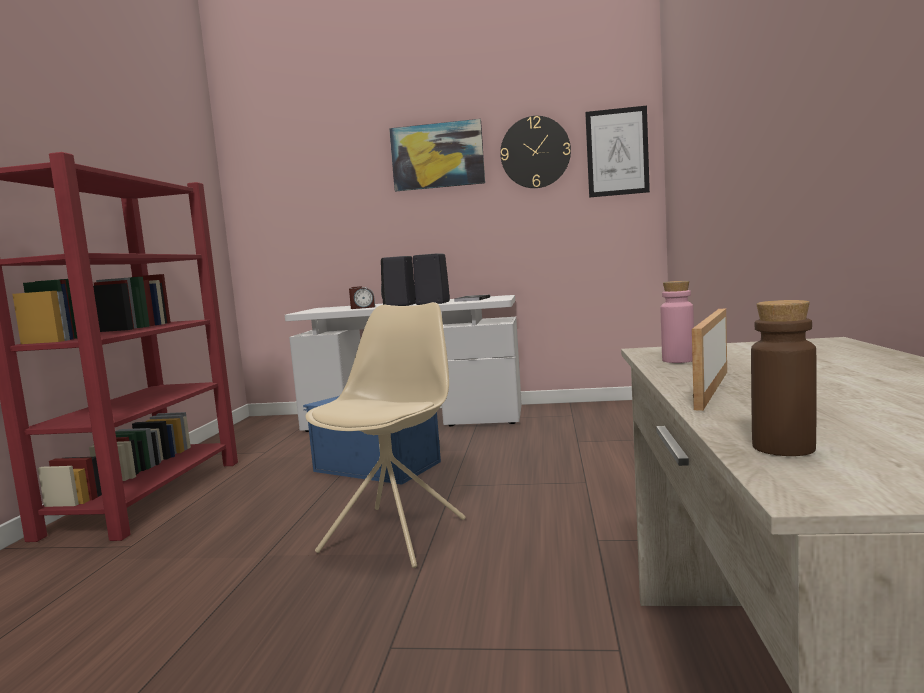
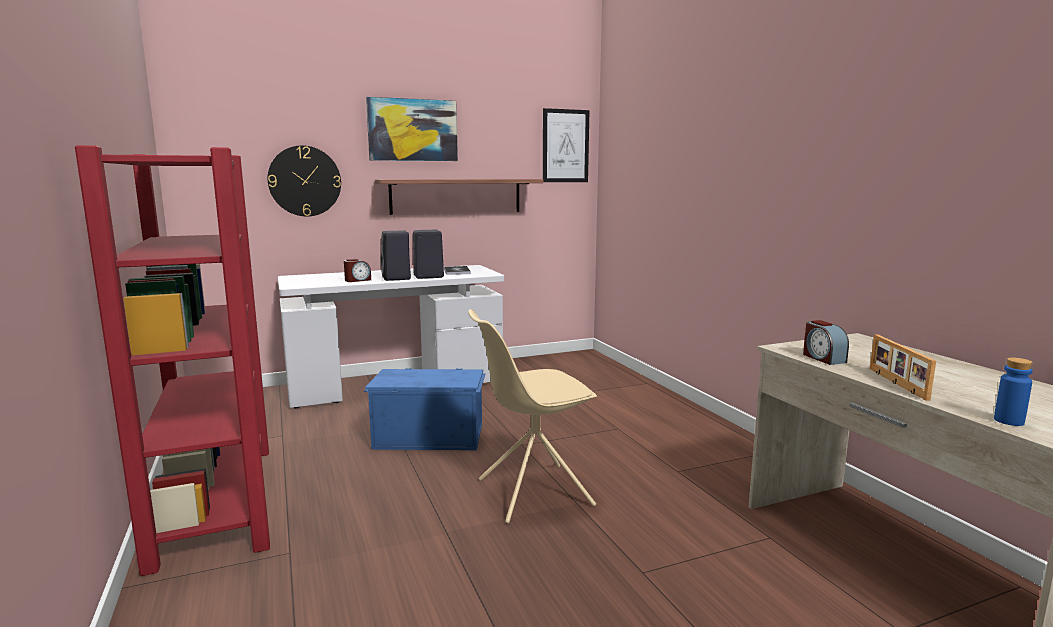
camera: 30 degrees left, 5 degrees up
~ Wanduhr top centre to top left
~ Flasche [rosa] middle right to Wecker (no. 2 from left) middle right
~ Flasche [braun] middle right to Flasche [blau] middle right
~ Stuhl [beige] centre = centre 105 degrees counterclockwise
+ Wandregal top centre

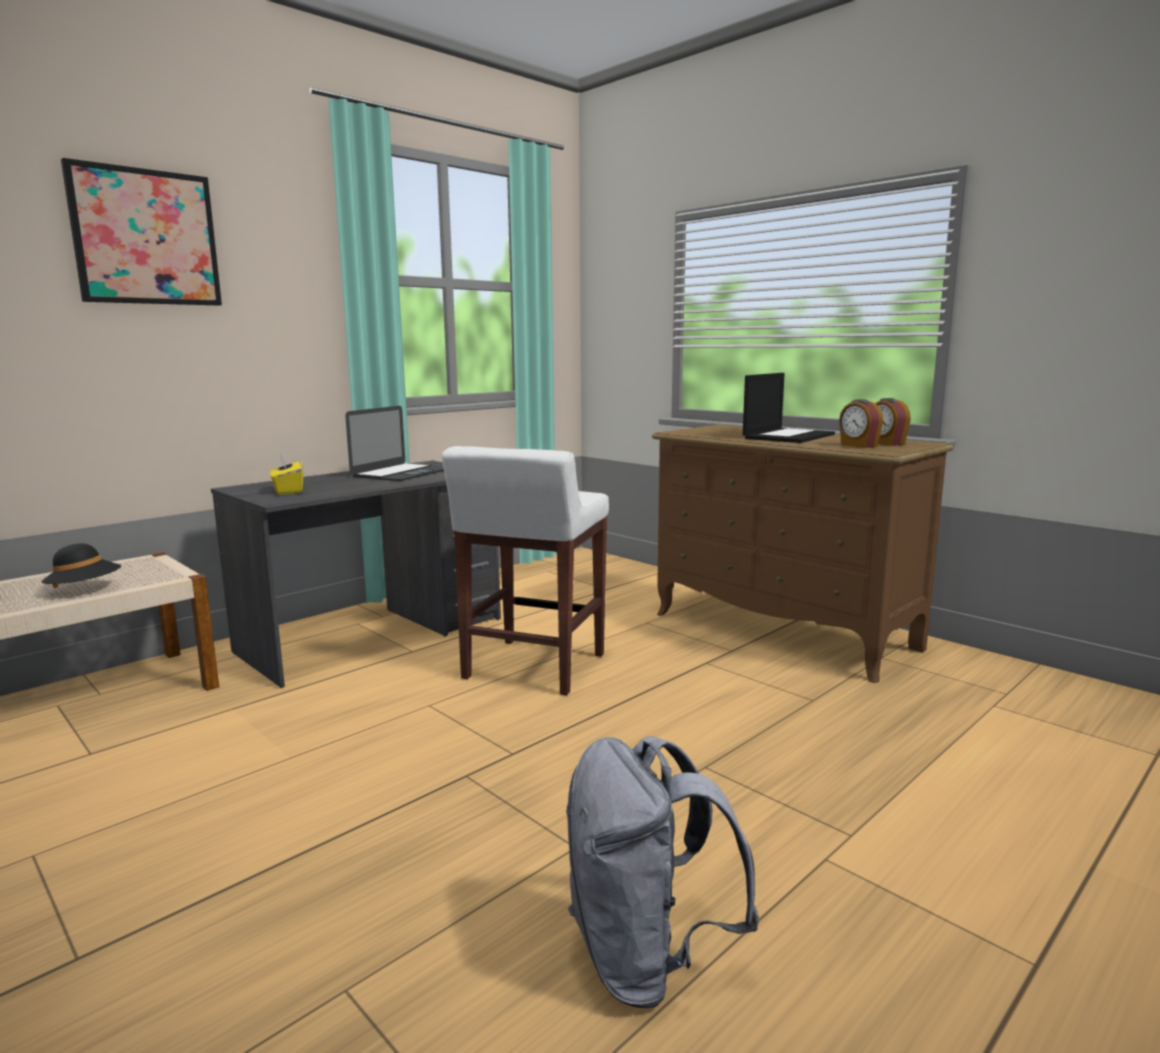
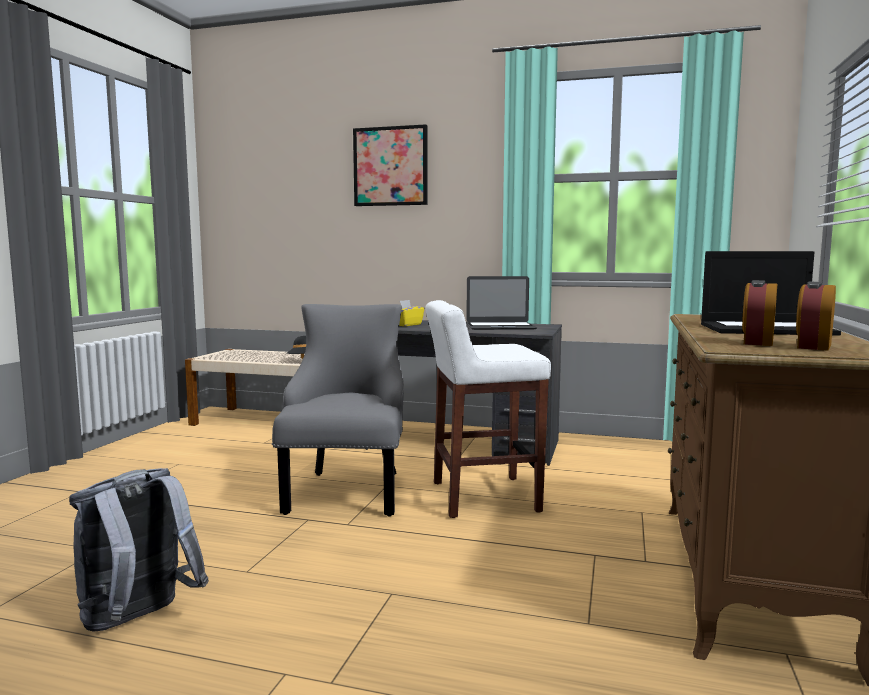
camera: 60 degrees right, 5 degrees down
+ Stuhl [grau] centre

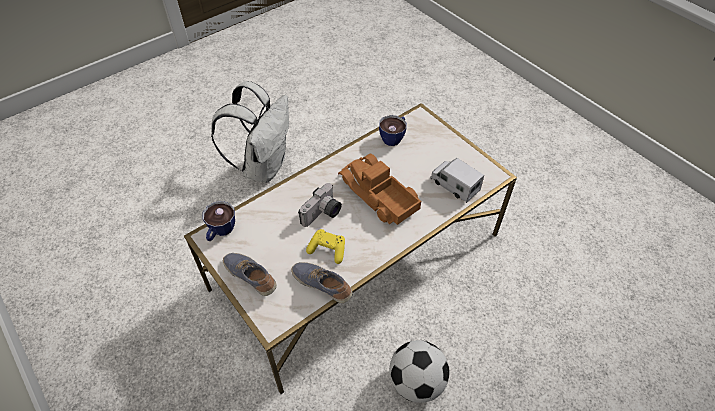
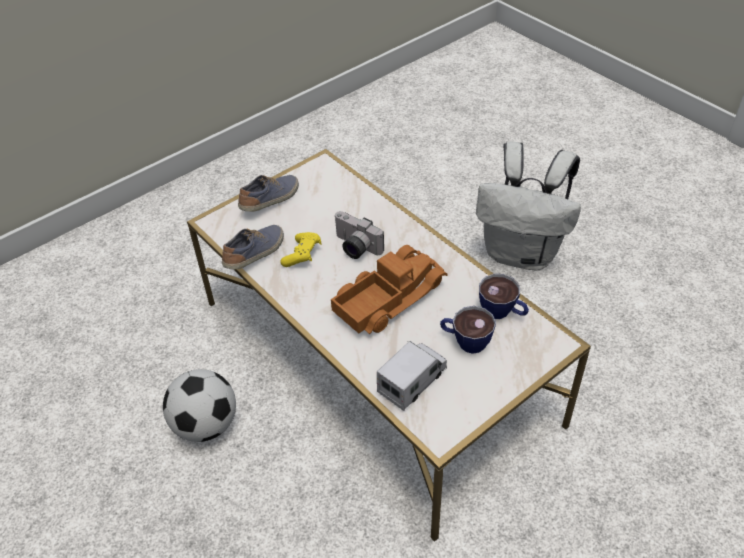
camera: 90 degrees right, 5 degrees down
~ Tasse (no. 1 from left) middle left to centre

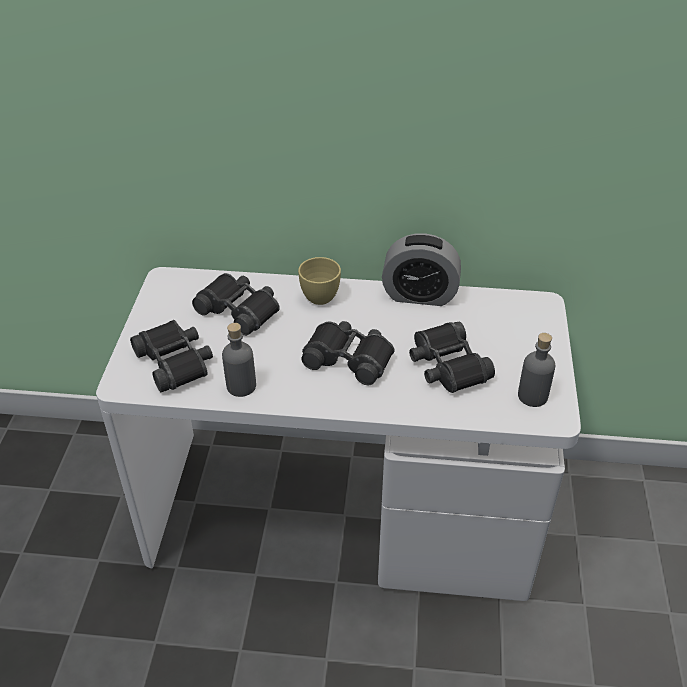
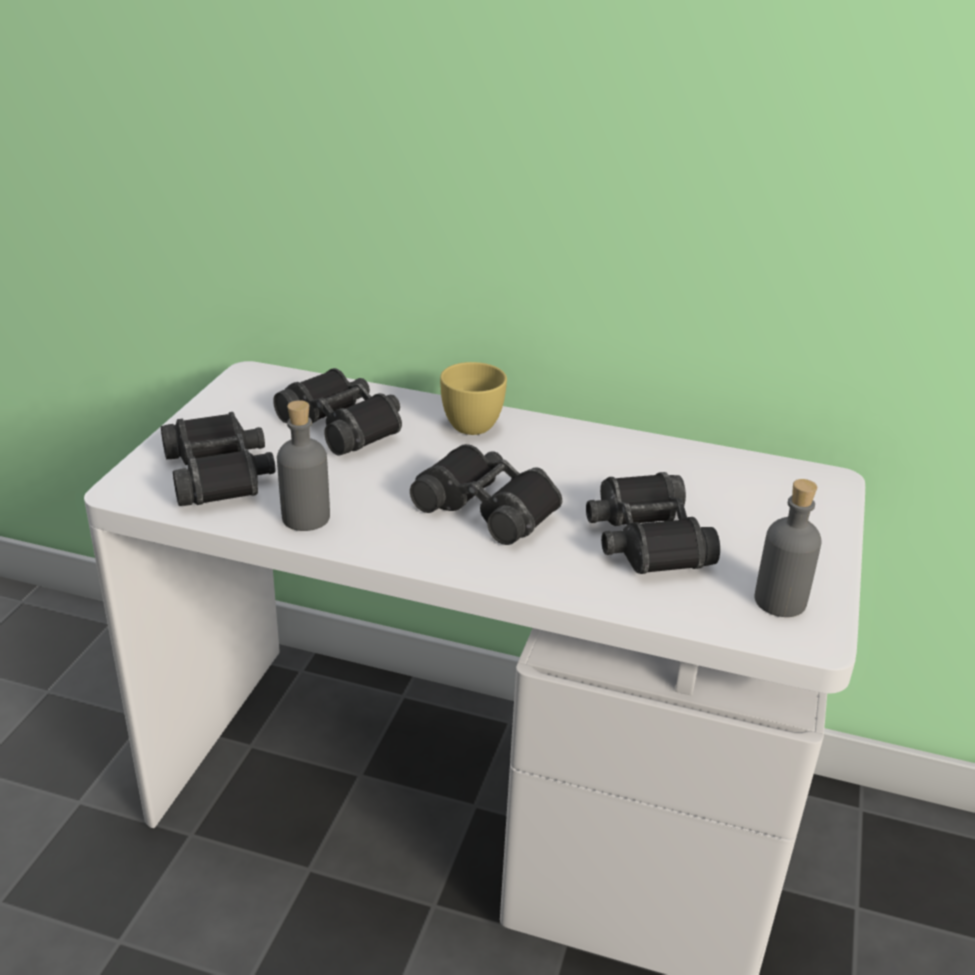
camera: 10 degrees right, 10 degrees down
- Wecker centre

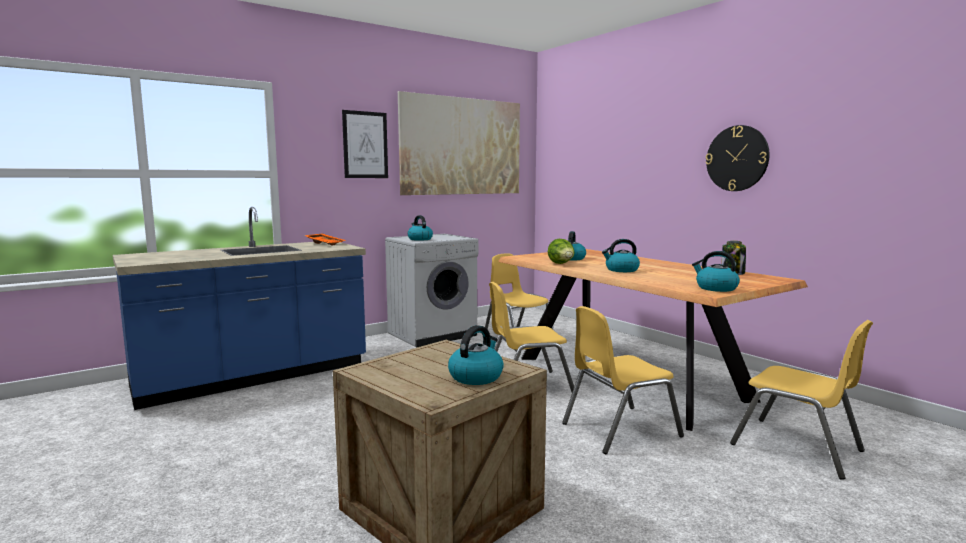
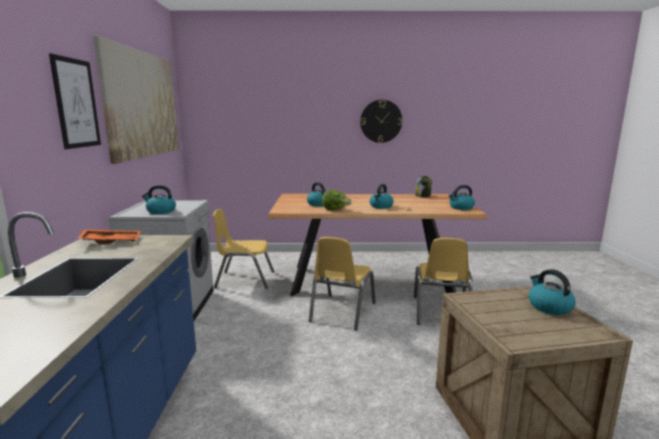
camera: 55 degrees left, 5 degrees up
- Stuhl [gelb] (no. 4 from left) bottom right

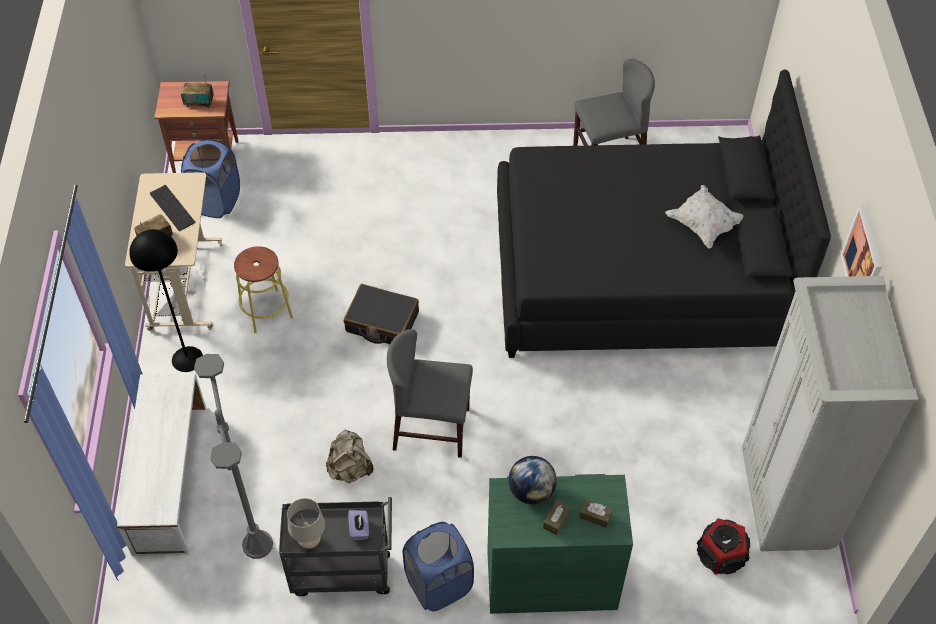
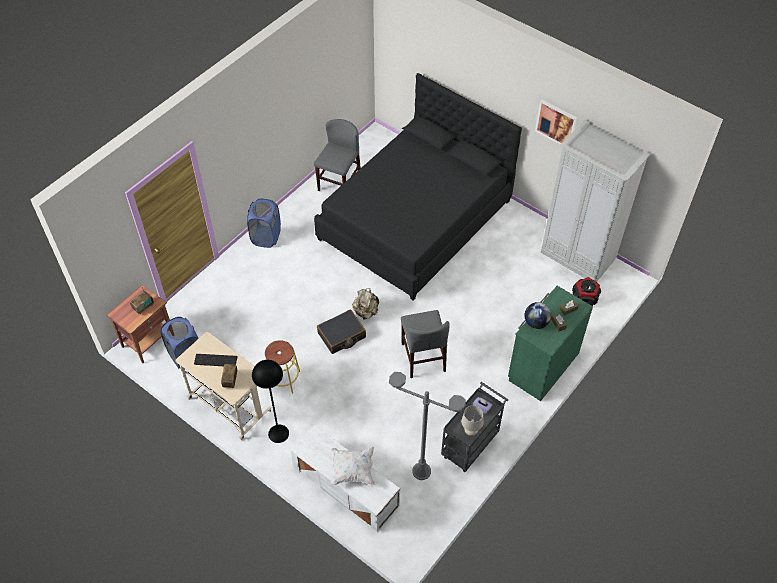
camera: 50 degrees left, 0 degrees up
~ Kissen [weiß] middle right to bottom centre
~ Stuhl [grau] (no. 1 from left in the first image) centre = centre 60 degrees counterclockwise
~ Rucksack [beige] bottom centre to centre
~ Wäschekorb [blau] (no. 2 from left) bottom centre to centre

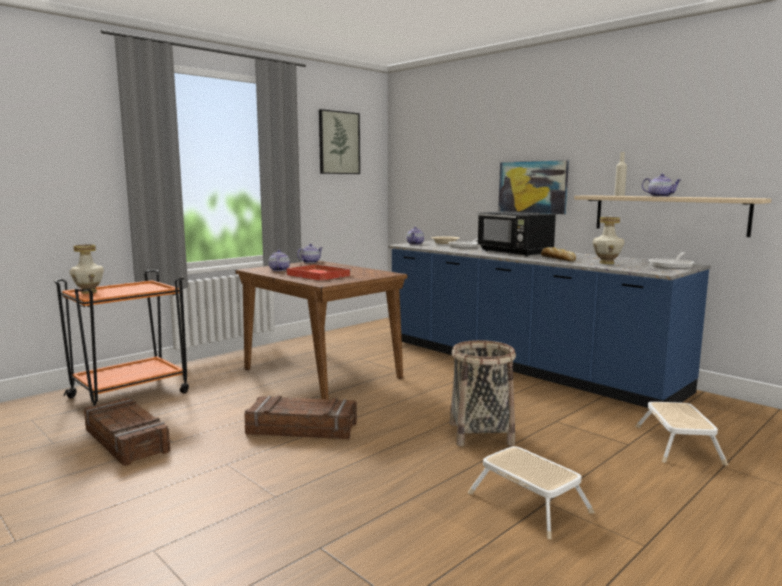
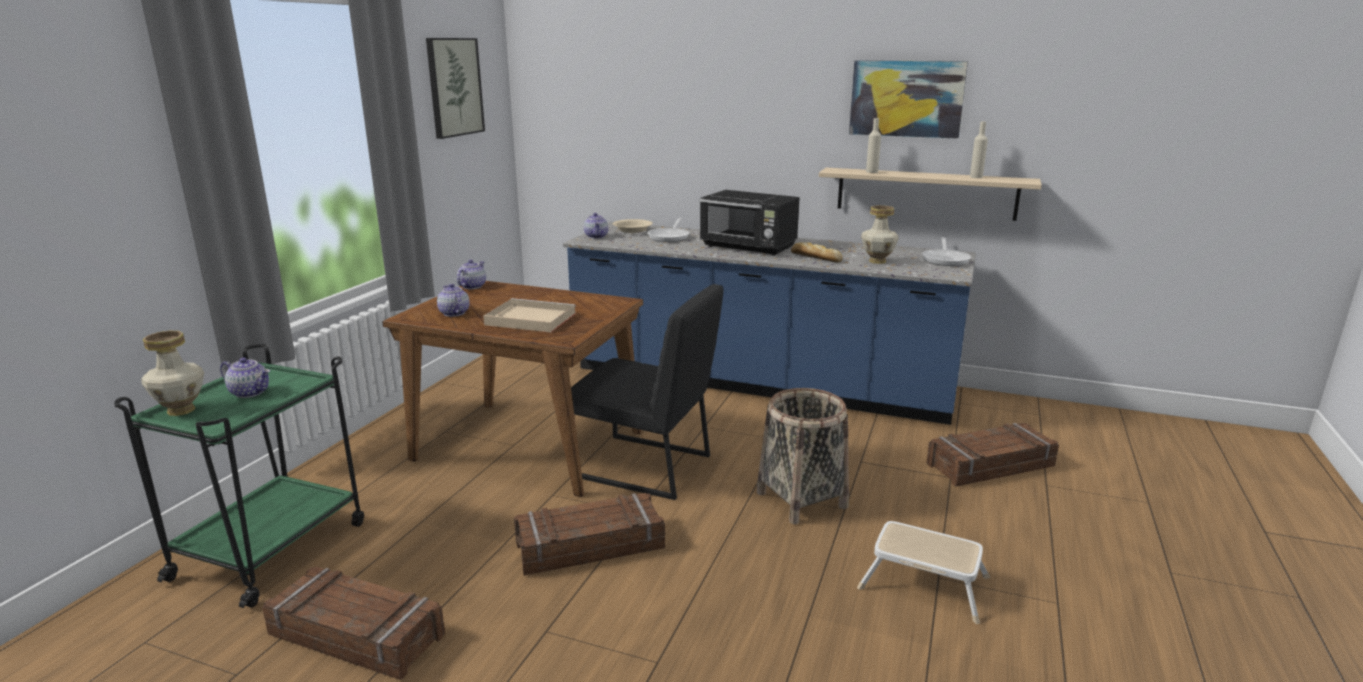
camera: 25 degrees left, 10 degrees up
~ Bild (no. 2 from left) top right to top centre
~ Teekanne (no. 4 from left in the first image) top right to Teekanne (no. 1 from left) middle left
~ Tablett [rot] centre to Tablett [beige] centre
~ Rollwagen [orange] middle left to Rollwagen [grün] bottom left
~ Trittleiter [beige] (no. 2 from left) bottom right to Kiste (no. 3 from left) middle right
+ Flasche [beige] (no. 2 from left) top right
+ Stuhl [schwarz] centre

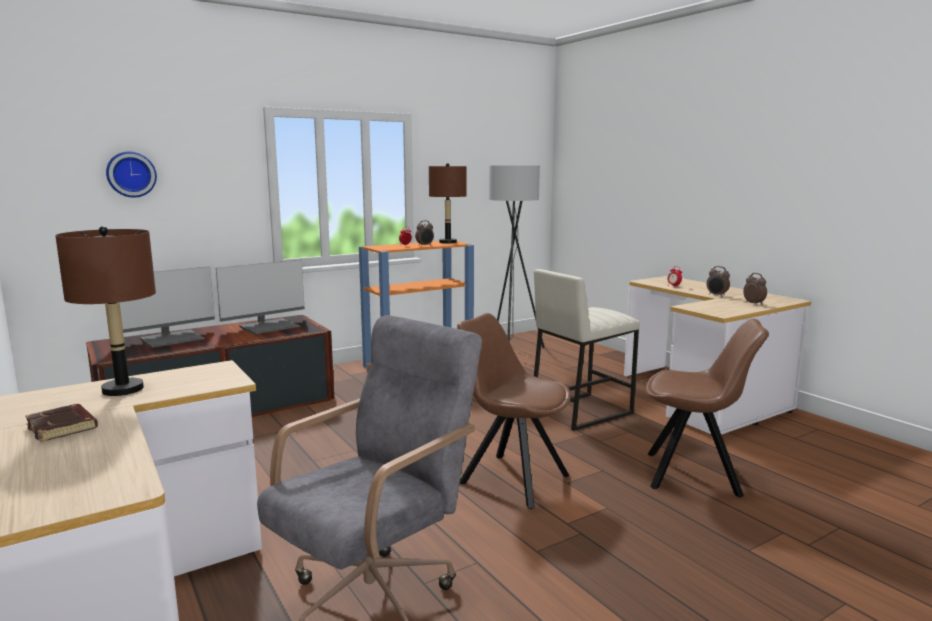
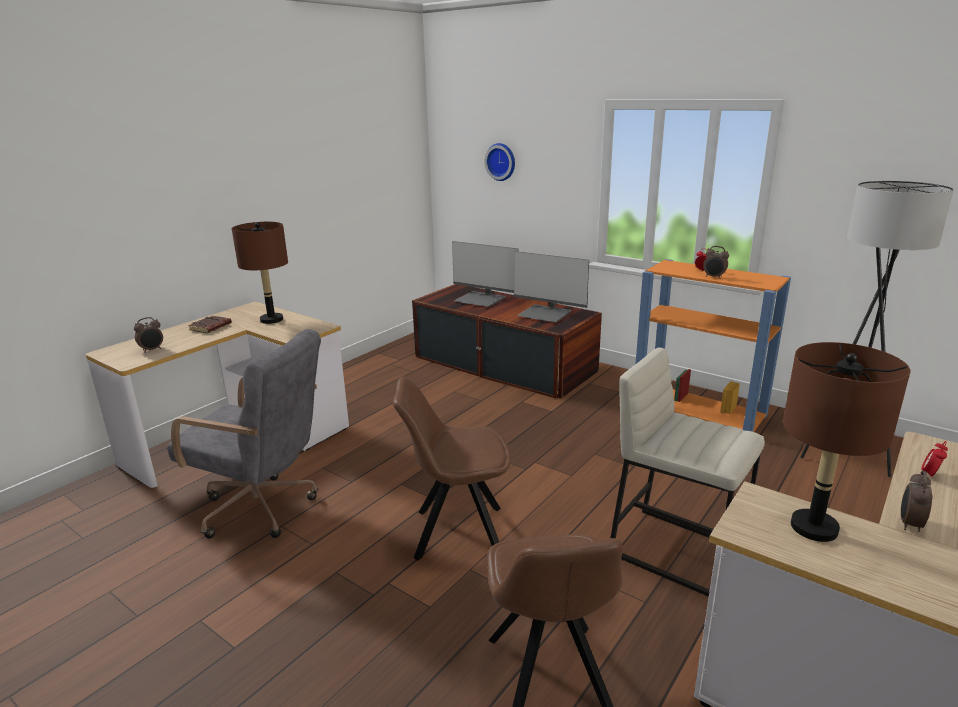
camera: 70 degrees right, 10 degrees up
~ Tischlampe [braun] (no. 2 from left) top centre to middle right
~ Wecker (no. 5 from left in the first image) middle right to Wecker (no. 1 from left) middle left
~ Stuhl [braun] (no. 1 from left) centre = centre 105 degrees counterclockwise

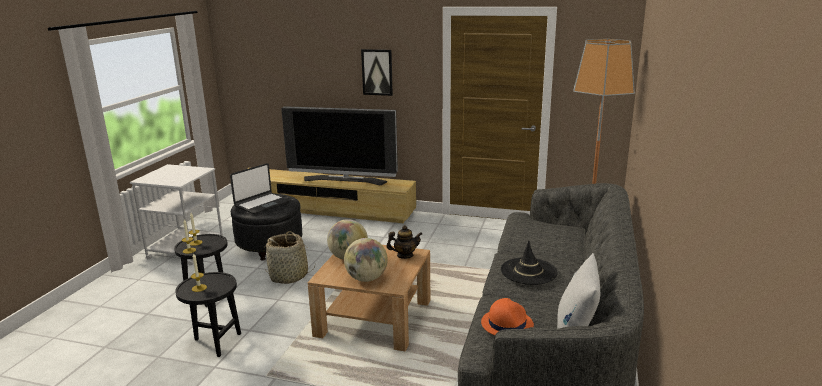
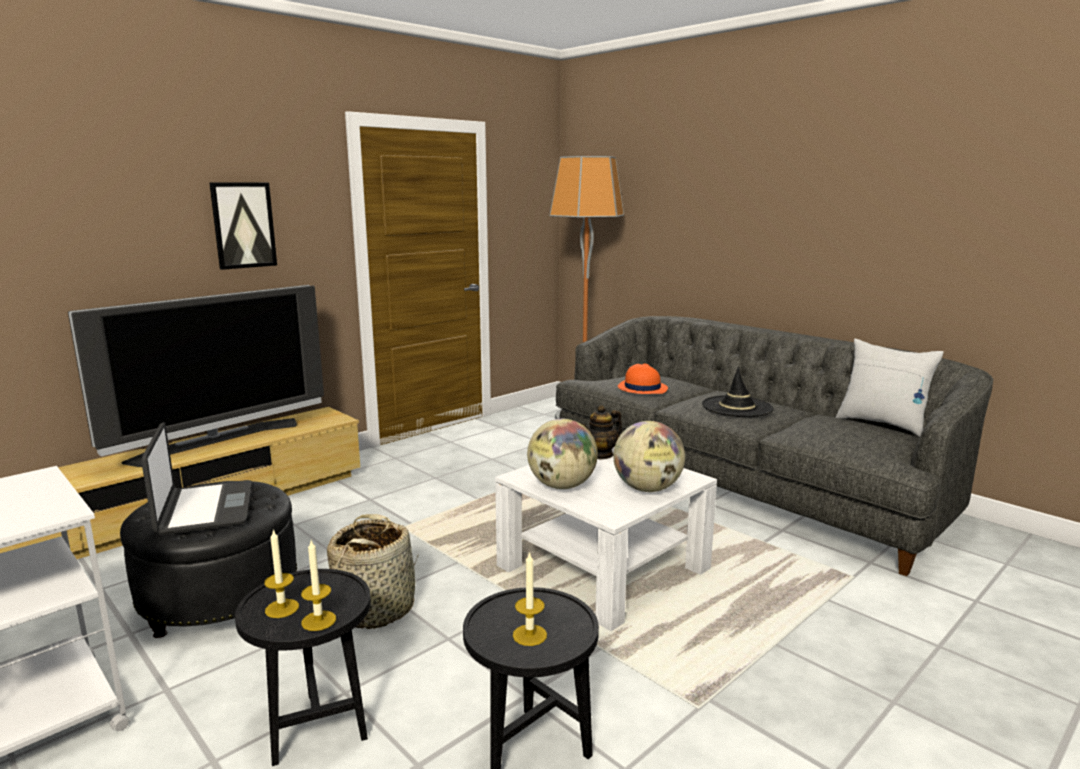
camera: 60 degrees left, 5 degrees down
~ Teekanne centre = centre 150 degrees counterclockwise
~ Couchtisch [braun] bottom centre to Couchtisch [weiß] bottom centre
~ Hut [orange] bottom centre to centre

